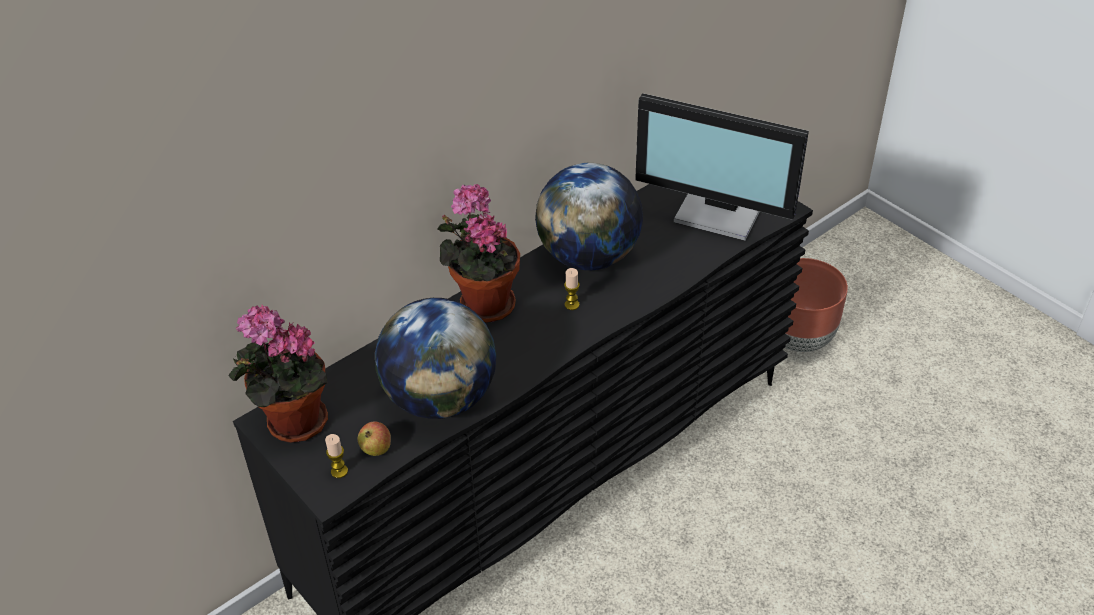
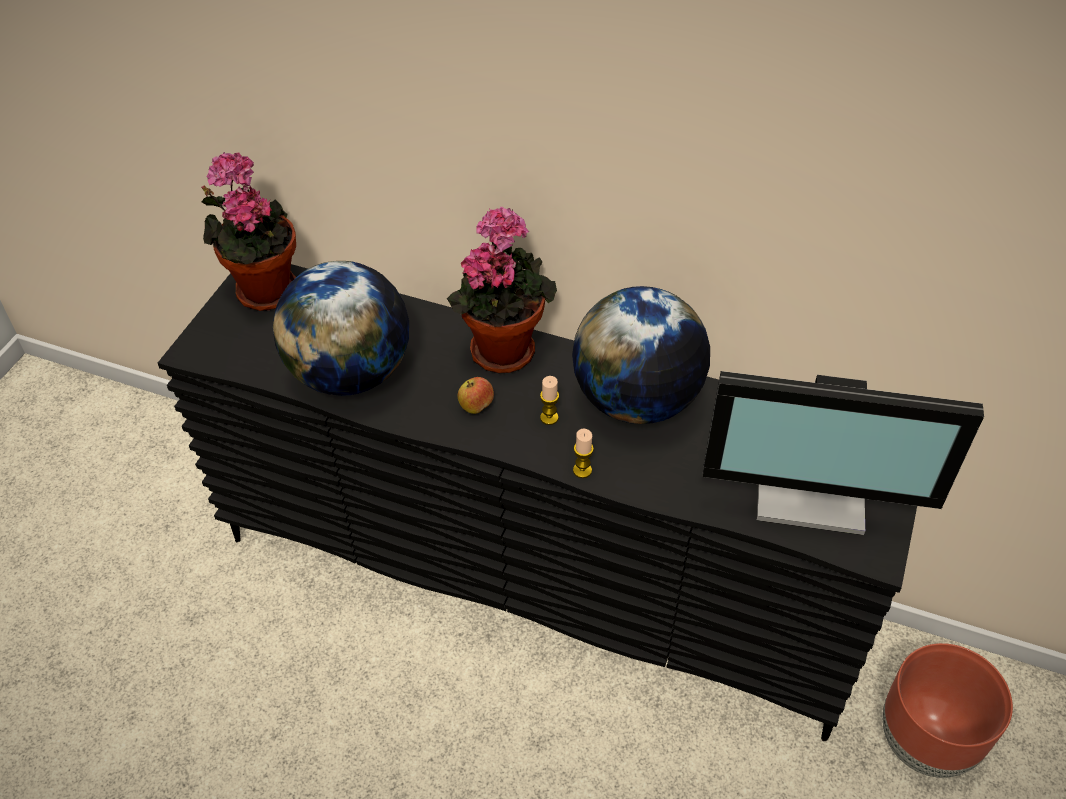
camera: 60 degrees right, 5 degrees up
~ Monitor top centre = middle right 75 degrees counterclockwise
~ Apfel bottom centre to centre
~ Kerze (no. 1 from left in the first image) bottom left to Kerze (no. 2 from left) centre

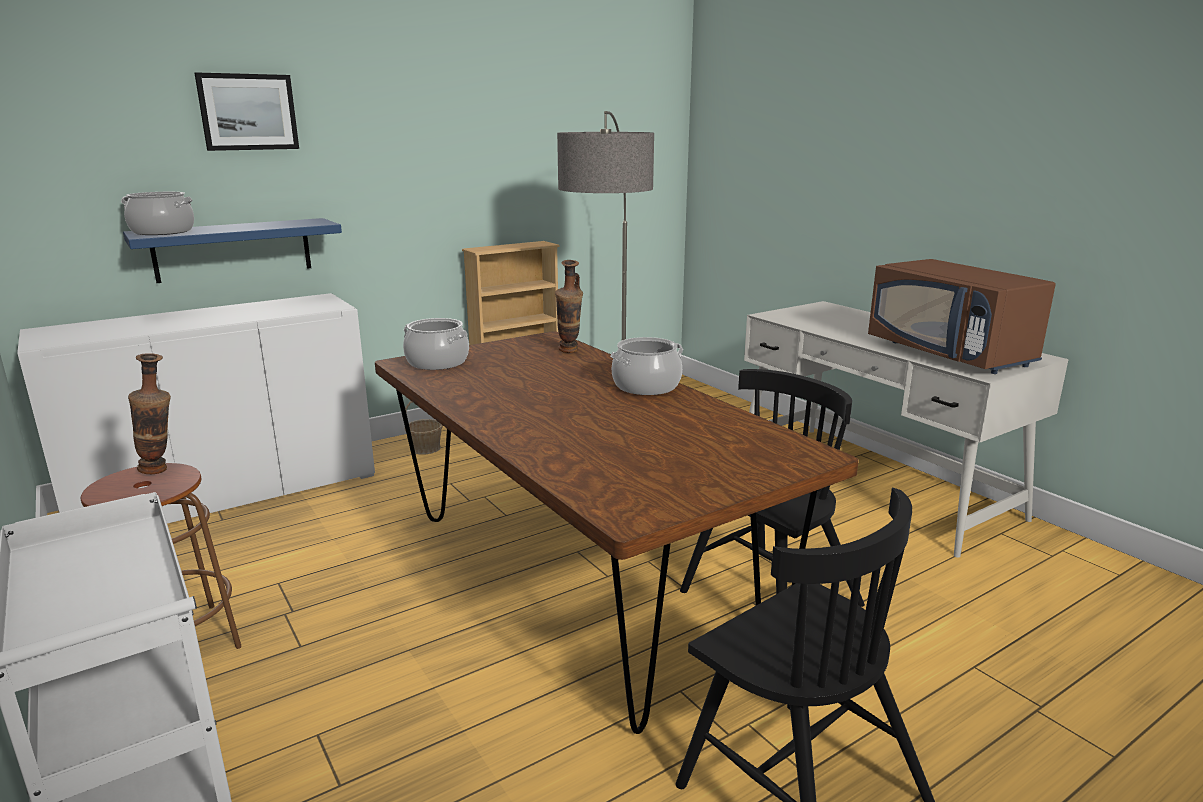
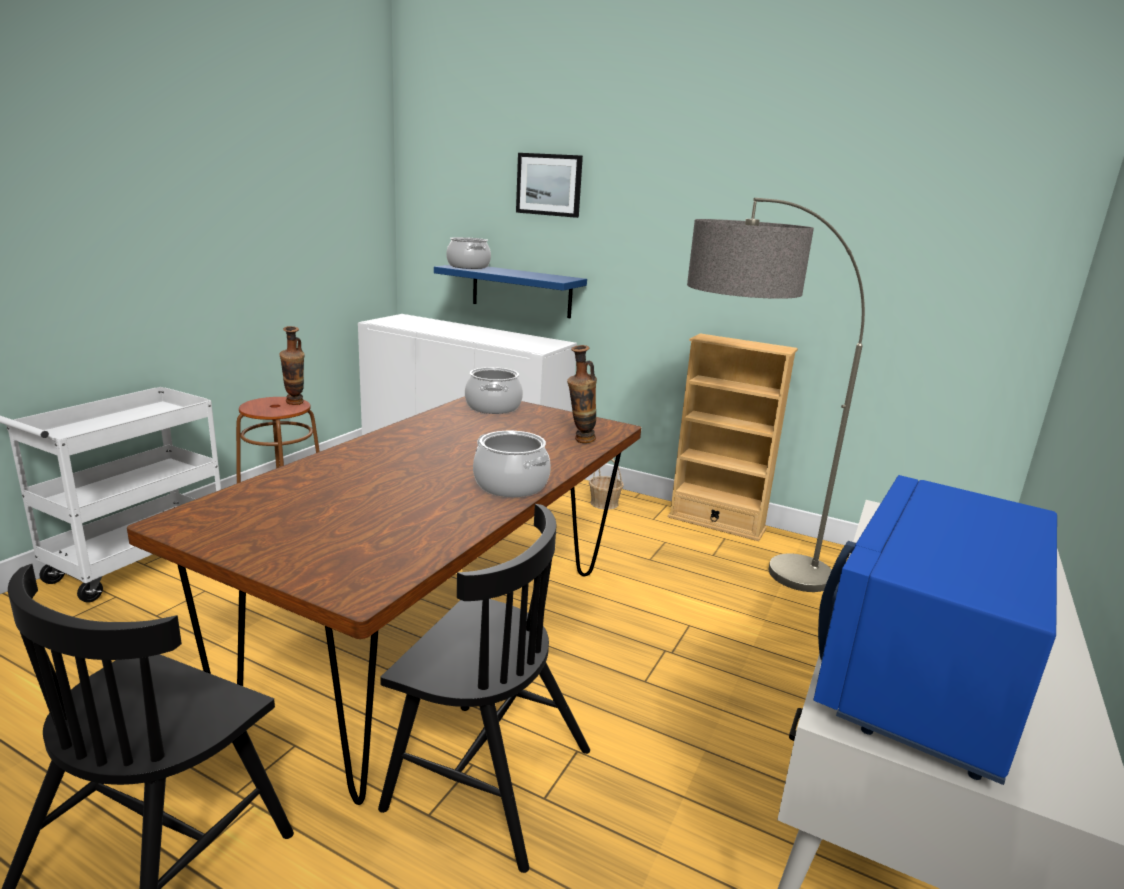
camera: 60 degrees right, 0 degrees up
~ Mikrowelle [braun] middle right to Mikrowelle [blau] bottom right

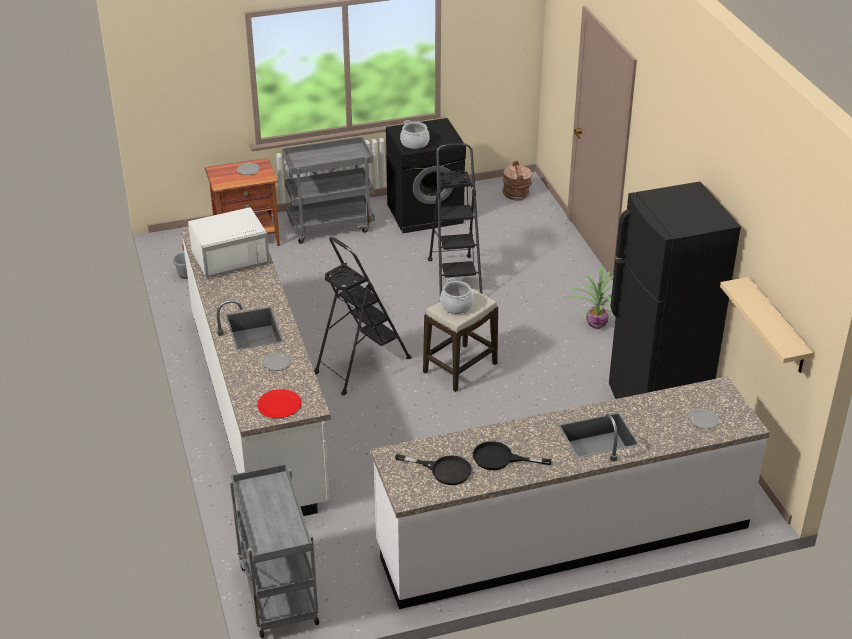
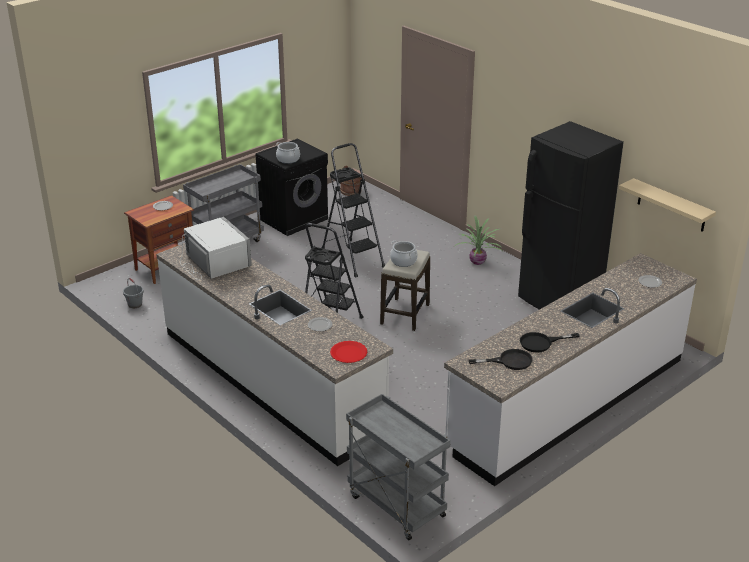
camera: 25 degrees left, 5 degrees down
~ Mikrowelle [weiß] middle left = middle left 75 degrees counterclockwise

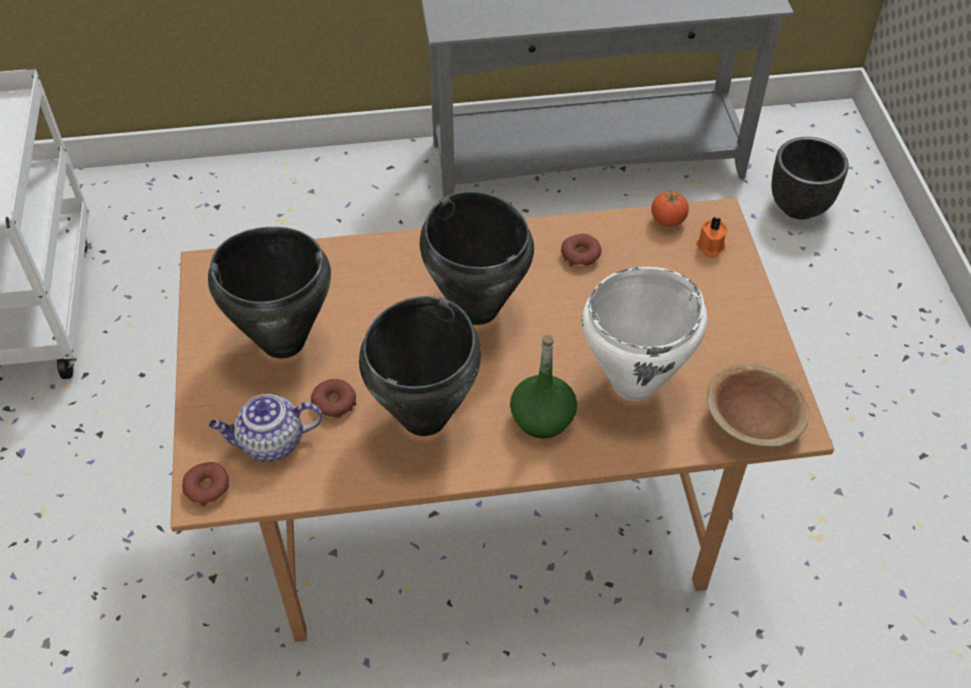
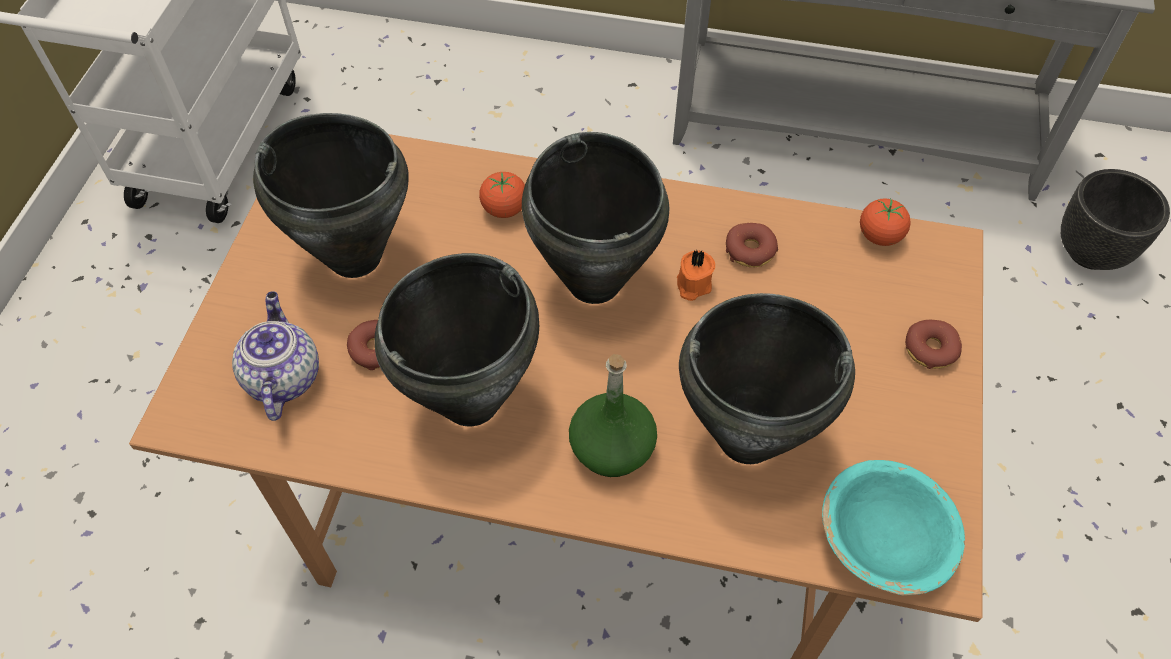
camera: 20 degrees right, 5 degrees up
~ Kerze [orange] middle right to centre
~ Kochtopf [weiß] centre to Kochtopf [schwarz] (no. 4 from left) centre
~ Schüssel [braun] middle right to Schüssel [türkis] bottom right
~ Teekanne middle left = middle left 75 degrees clockwise
~ Donut (no. 1 from left in the first image) bottom left to Donut (no. 3 from left) middle right
+ Tomate (no. 1 from left) top centre

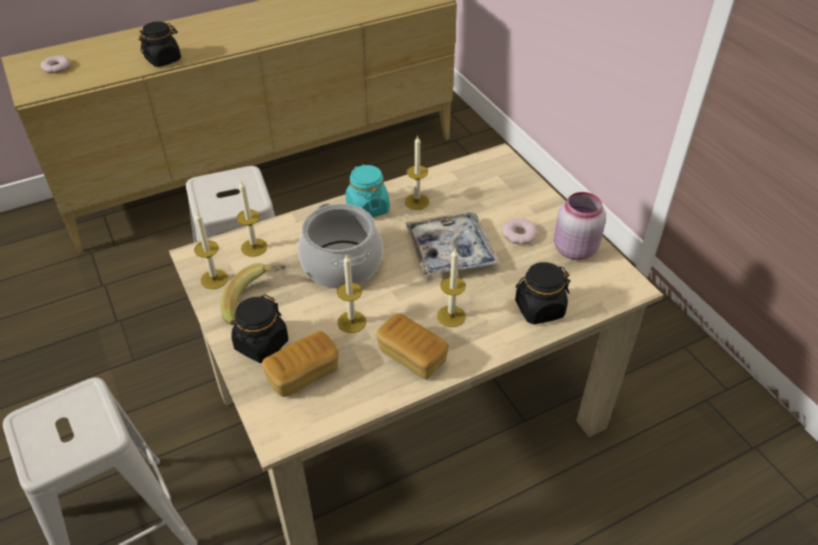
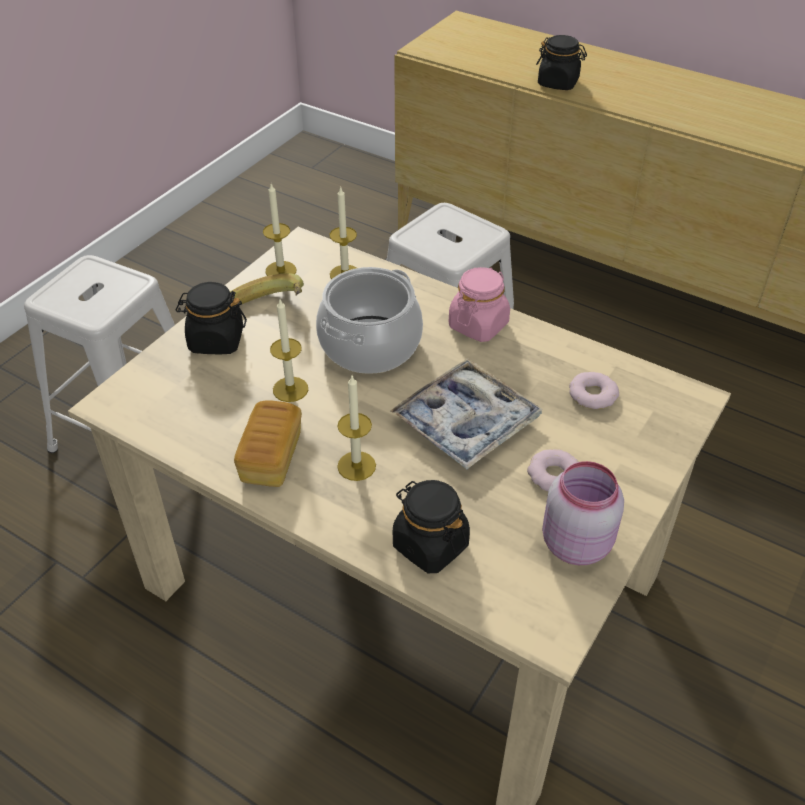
camera: 60 degrees right, 0 degrees up
~ Donut (no. 1 from left in the first image) top left to Donut (no. 2 from left) middle right
- Kerze (no. 4 from left) top centre
~ Vorratsglas [türkis] centre to Vorratsglas [rosa] (no. 1 from left) centre
- Brot (no. 1 from left) bottom centre

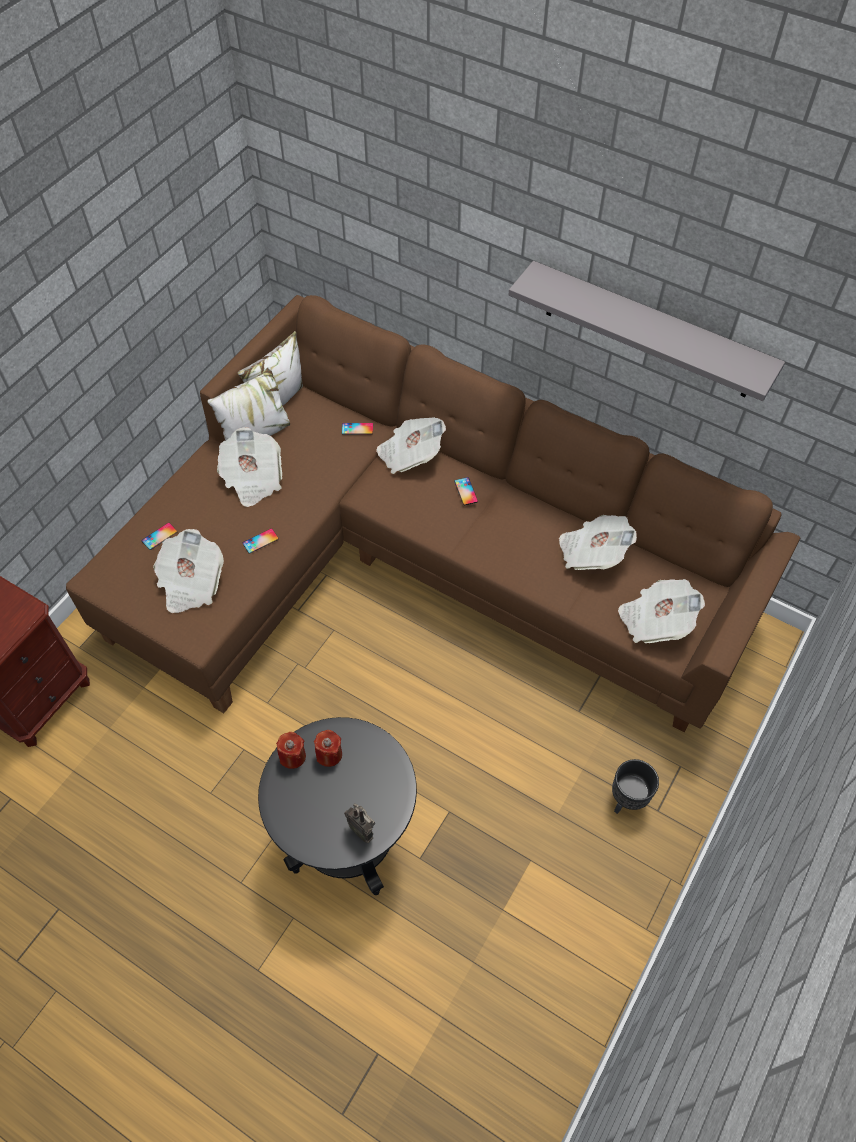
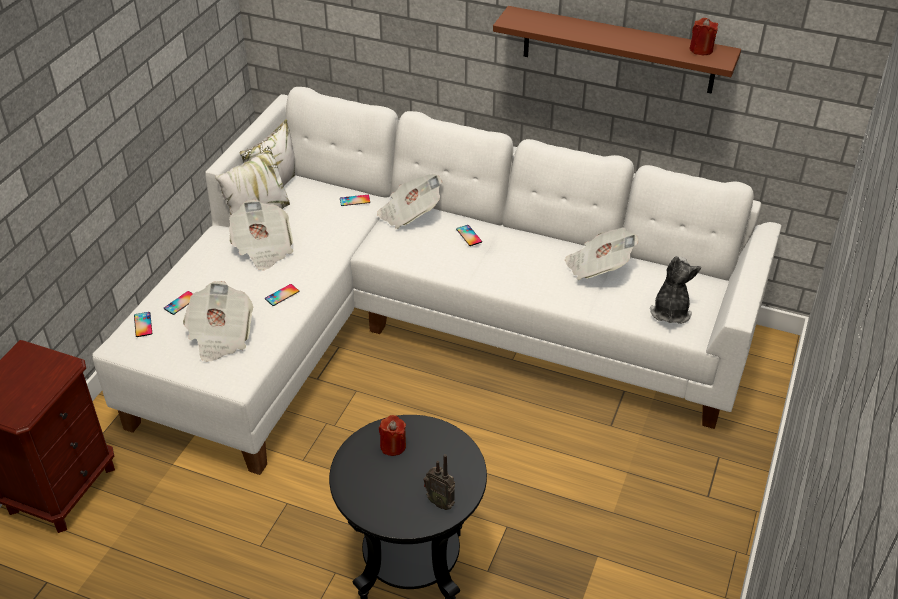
camera: 10 degrees left, 15 degrees down
~ Wandregal [grau] top right to Wandregal [braun] top right
~ Sofa [braun] centre to Sofa [weiß] centre
~ Zeitung (no. 5 from left) middle right to Plüschtier middle right
~ Kerze [rot] (no. 1 from left in the first image) centre to Kerze [rot] (no. 2 from left) top right
- Pflanzkübel [schwarz] bottom right
+ Handy (no. 1 from left) middle left

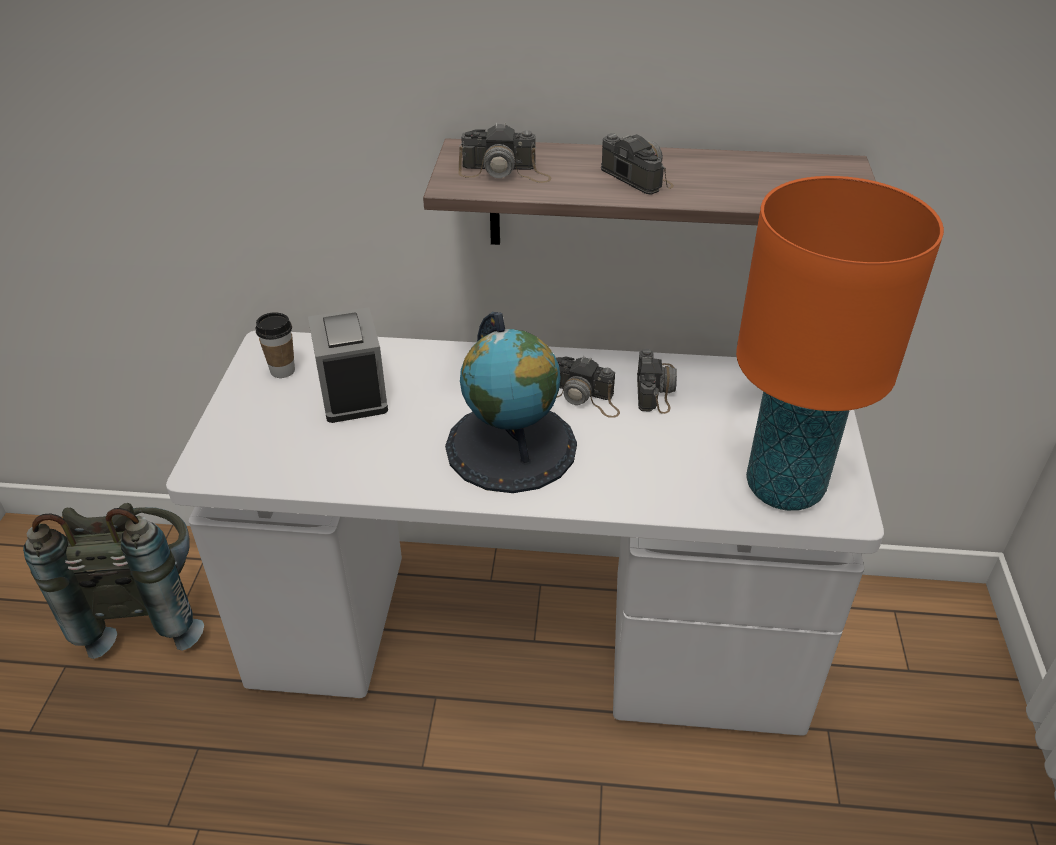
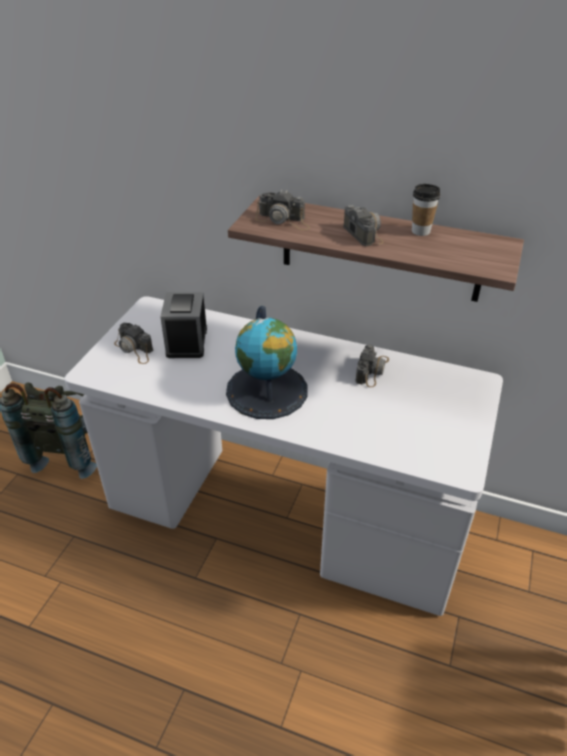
camera: 15 degrees right, 0 degrees up
- Tischlampe [orange] middle right
~ Tasse middle left to top right
~ Kamera (no. 2 from left in the first image) centre to Kamera (no. 1 from left) middle left

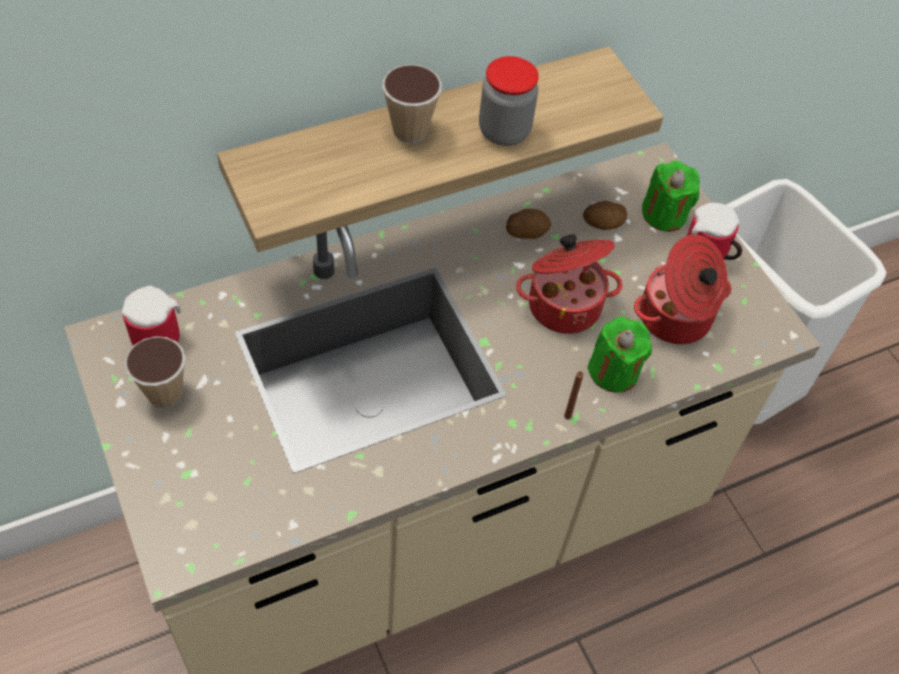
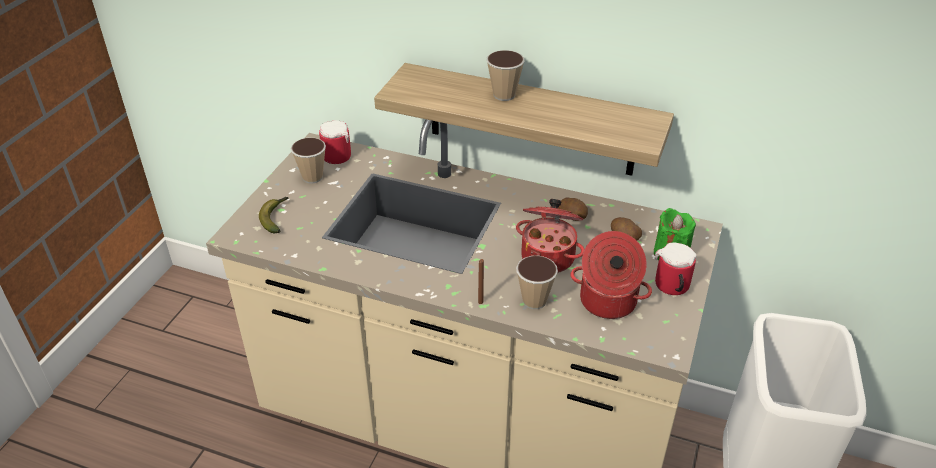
camera: 50 degrees right, 15 degrees down
- Vorratsglas top centre
~ Kerze [grün] (no. 1 from left) middle right to Tasse (no. 3 from left) centre
+ Banane middle left

